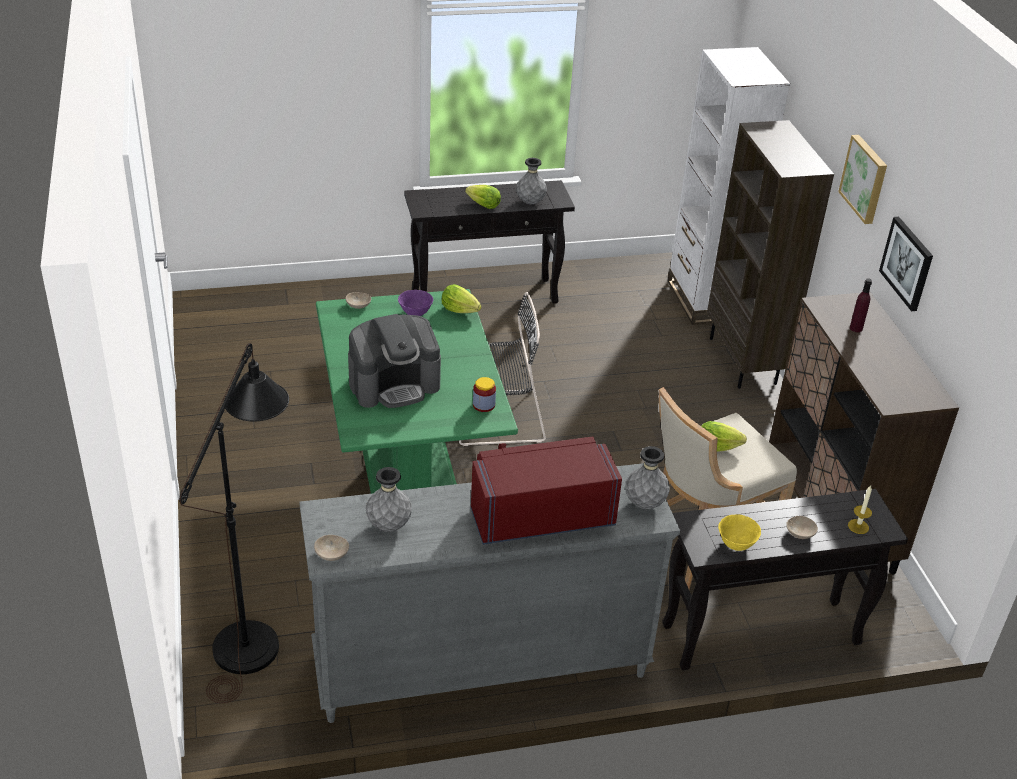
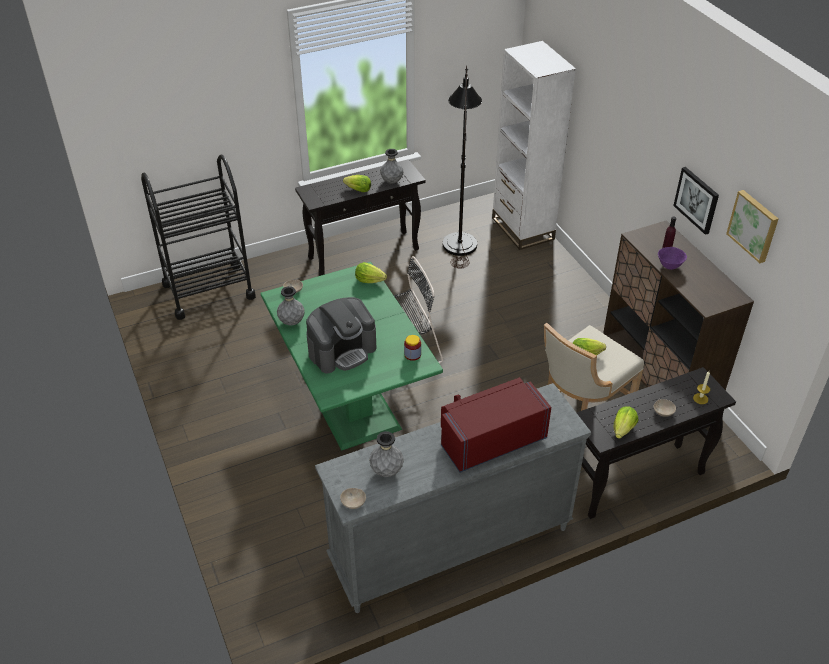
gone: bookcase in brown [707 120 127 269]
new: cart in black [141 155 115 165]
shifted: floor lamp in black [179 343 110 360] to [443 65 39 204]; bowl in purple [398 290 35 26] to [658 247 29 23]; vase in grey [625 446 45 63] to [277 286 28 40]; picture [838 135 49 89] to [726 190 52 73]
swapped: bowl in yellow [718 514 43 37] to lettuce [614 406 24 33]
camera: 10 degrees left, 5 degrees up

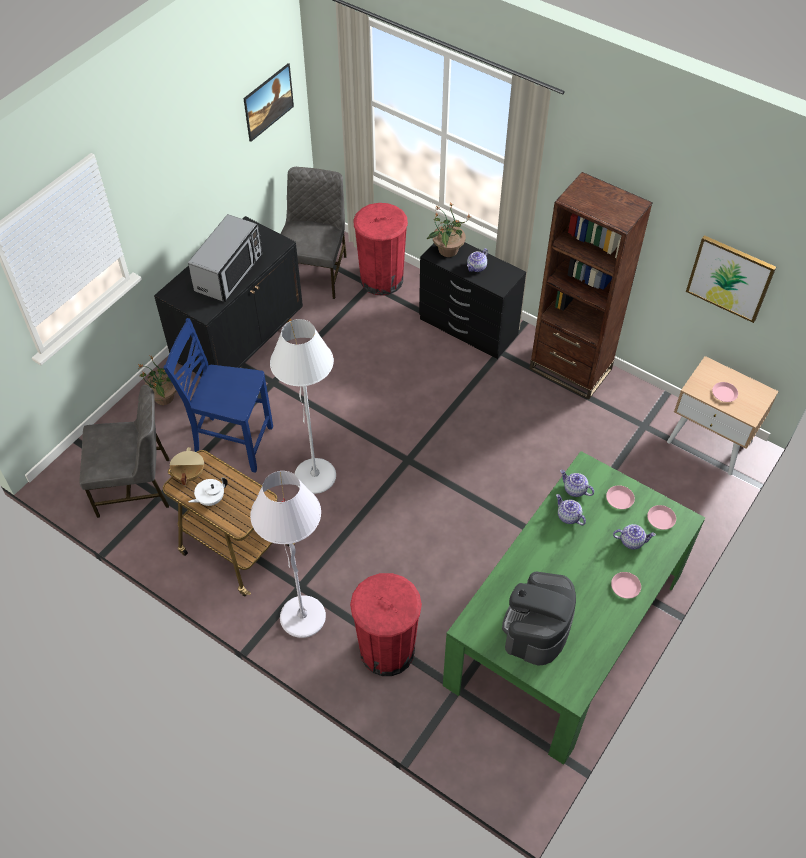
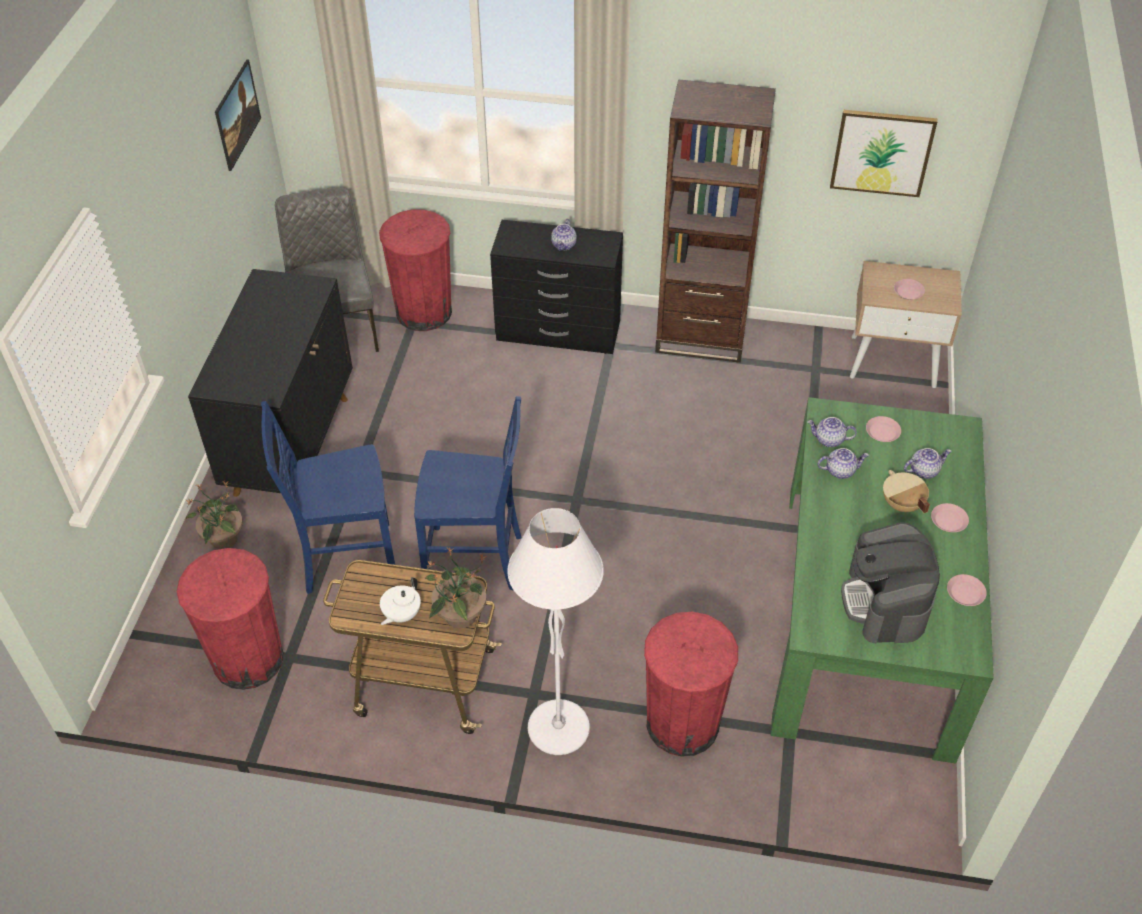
gone: microwave [188 214 75 88]
shifted: cooking pot in beige [170 447 34 38] to [883 470 47 43]; potted plant [427 203 44 54] to [425 547 62 81]; plate in pink [647 505 29 25] to [947 574 40 32]
swapped: chair in grey [80 384 89 134] to trash can in red [176 548 108 142]; floor lamp in white [270 319 66 175] to chair in blue [414 396 108 195]
rotated: teapot [556 494 30 31] = [818 448 51 31] 150 degrees clockwise
camera: 25 degrees left, 5 degrees down

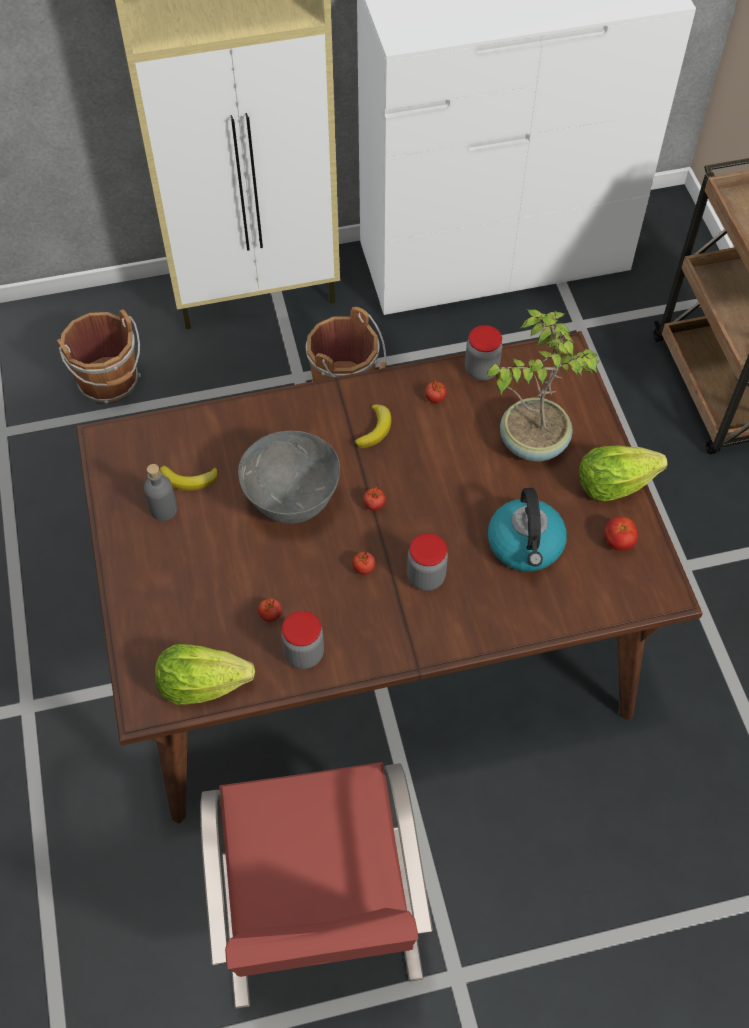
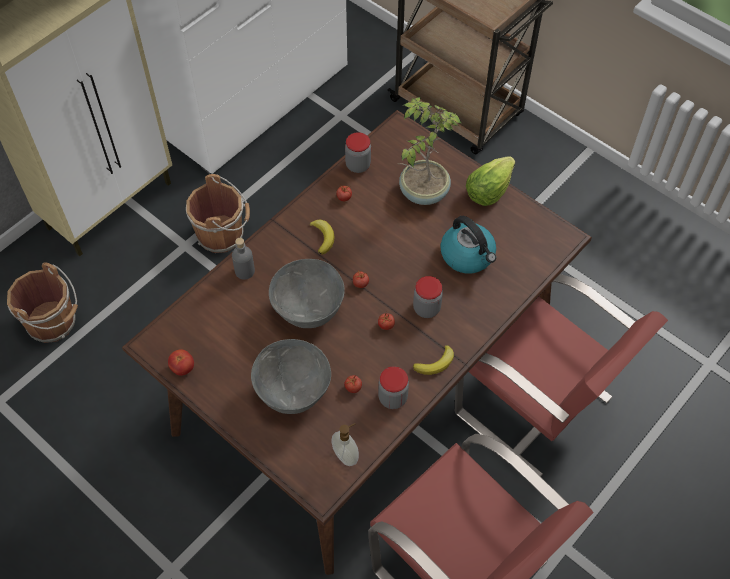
new: bowl in grey [251 339 80 75]; chair in red [455 274 213 203]
shifted: bottle in grey [144 464 33 57] to [232 238 23 42]; banana [160 465 58 25] to [413 345 41 30]; tomato [605 517 33 34] to [168 349 26 27]
swapped: lettuce [155 644 100 61] to soap dispenser [332 423 27 43]
camera: 35 degrees left, 0 degrees up

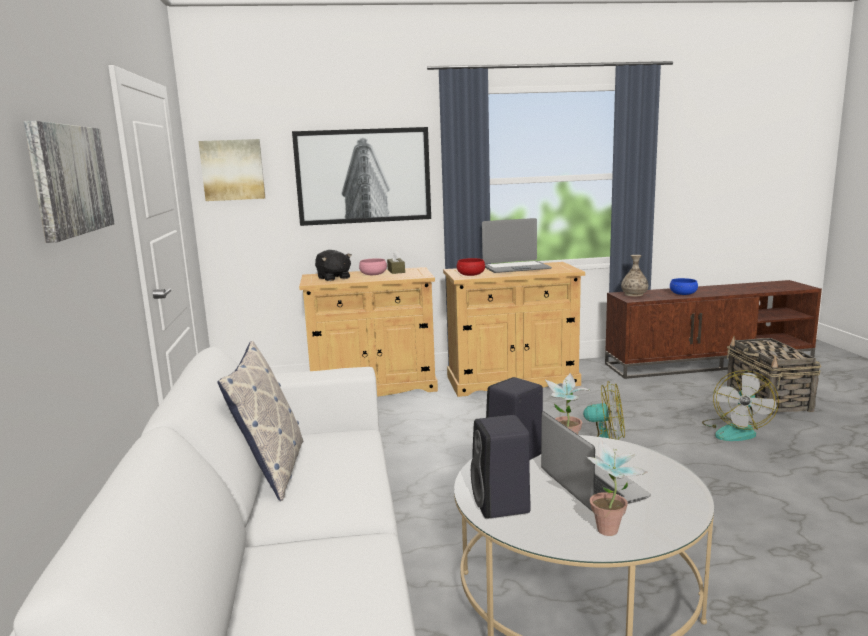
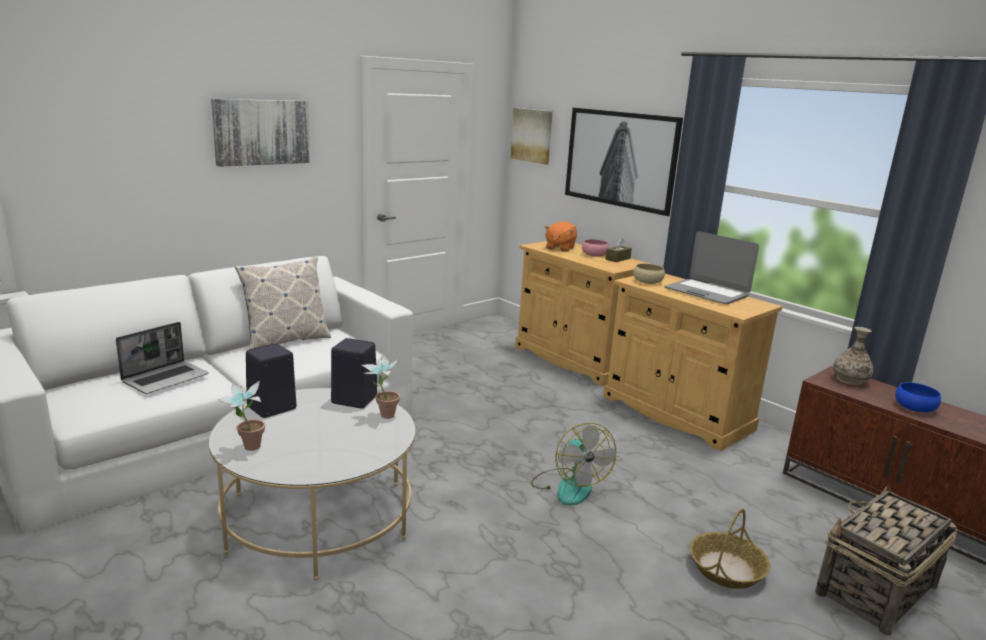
shifted: laptop [541 411 110 101] to [116 322 93 72]
swapped: fan [702 370 77 71] to basket [690 509 80 80]
repainted: plush toy in black [315 250 37 31] to plush toy in orange [545 221 32 31]; bowl in red [457 258 28 18] to bowl in beige [633 263 32 21]
camera: 55 degrees right, 5 degrees up

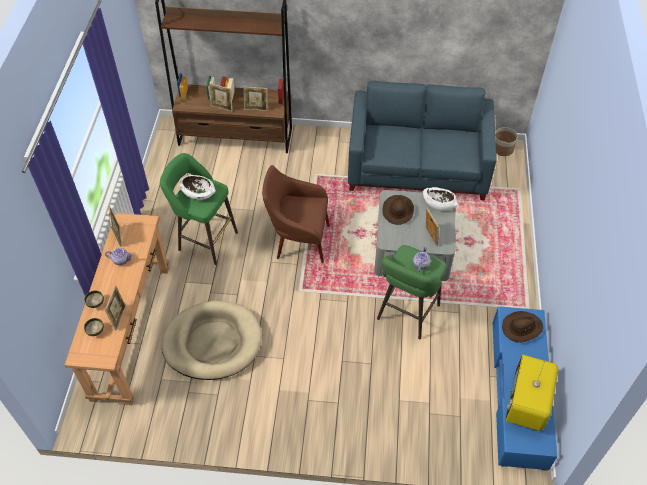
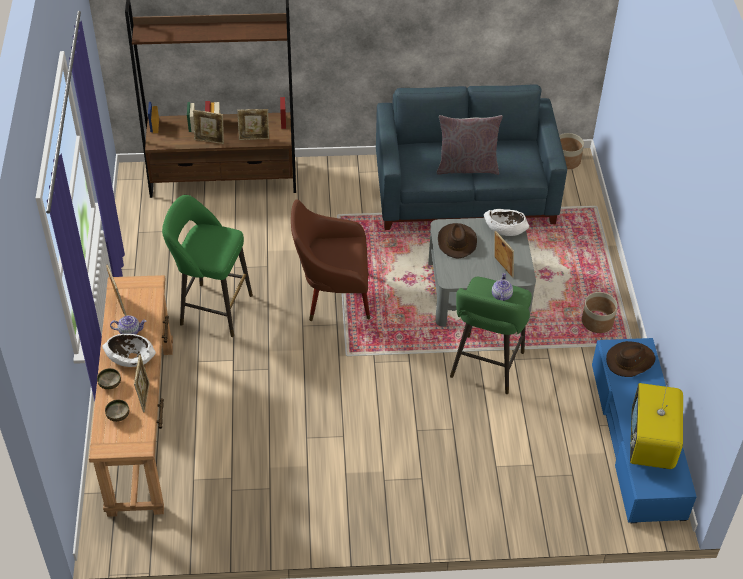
gone: dog bed in beige [162 301 100 79]
new: pillow in grey [437 115 66 60]; planter [582 292 36 41]
shifted: bowl in white [179 175 37 25] to [102 334 54 33]
camera: 10 degrees left, 5 degrees down

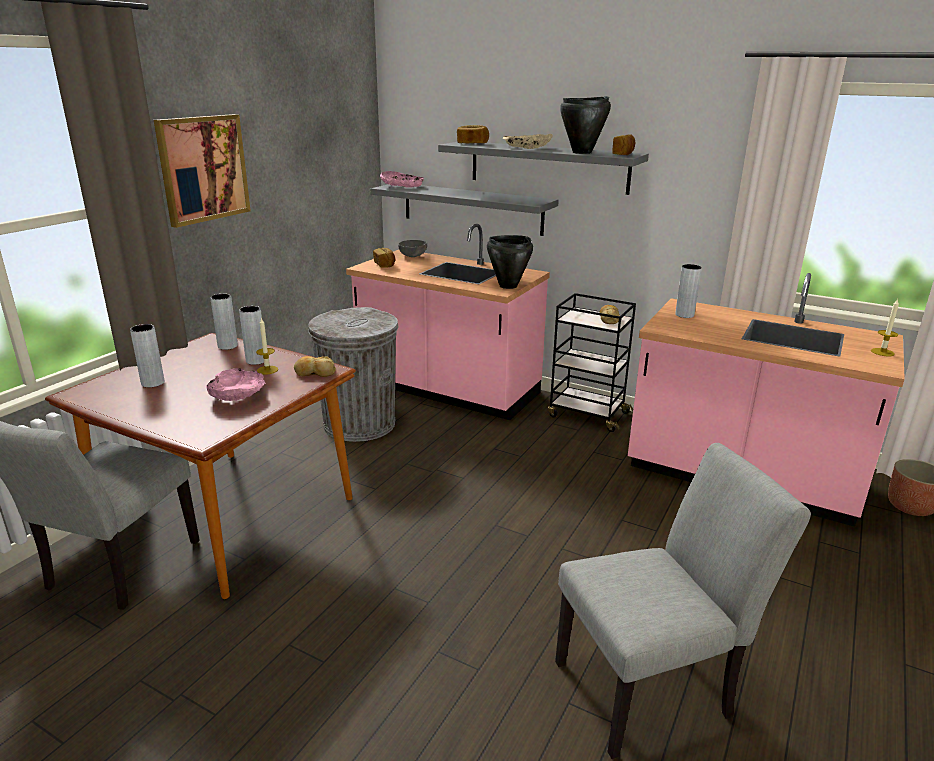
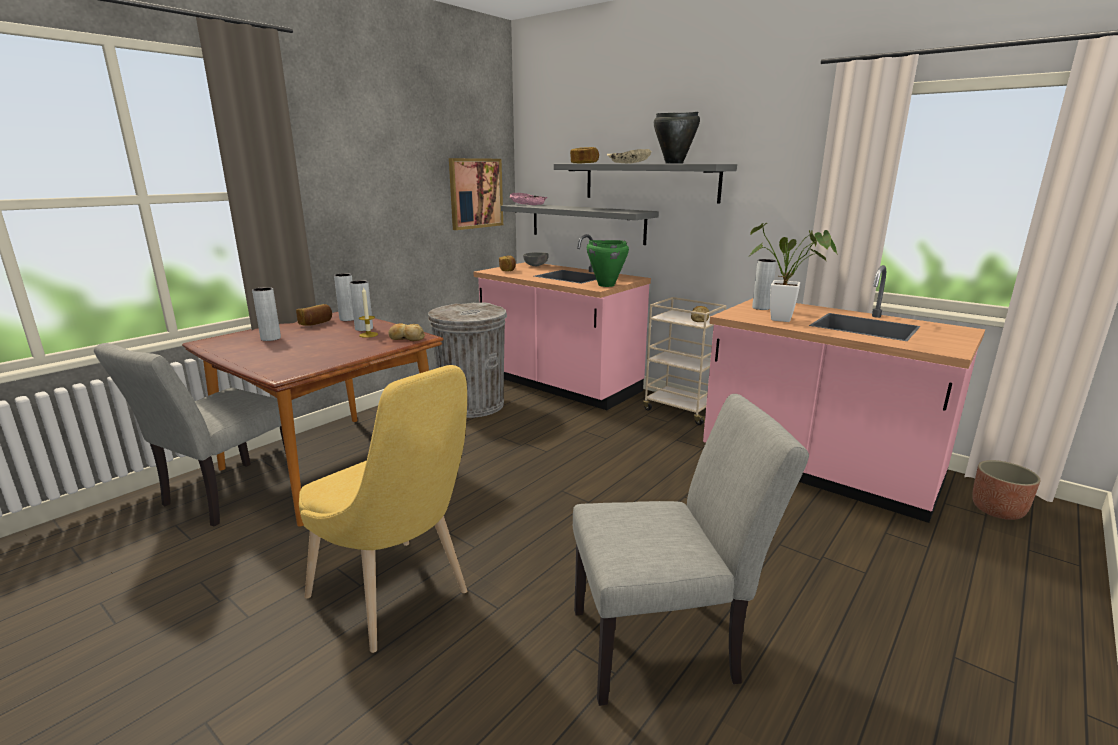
gone: bowl in pink [206 368 60 33]; candle [871 299 28 57]
new: chair in yellow [299 365 168 288]; potted plant [750 223 88 99]
shifted: picture [154 114 97 114] to [449 158 54 72]; bread [612 134 23 21] to [296 304 36 22]
repainted: cooking pot in black [487 235 46 54] to cooking pot in green [587 240 42 47]; cart in black [548 293 88 139] to cart in beige [643 297 84 128]
camera: 10 degrees right, 5 degrees down

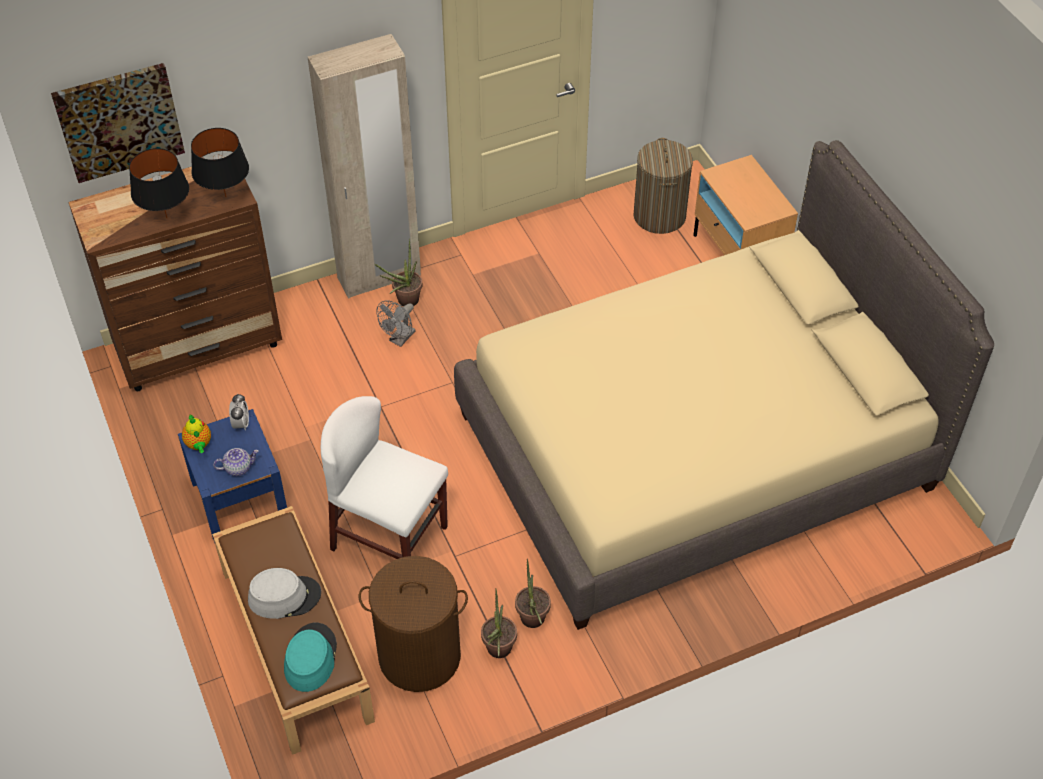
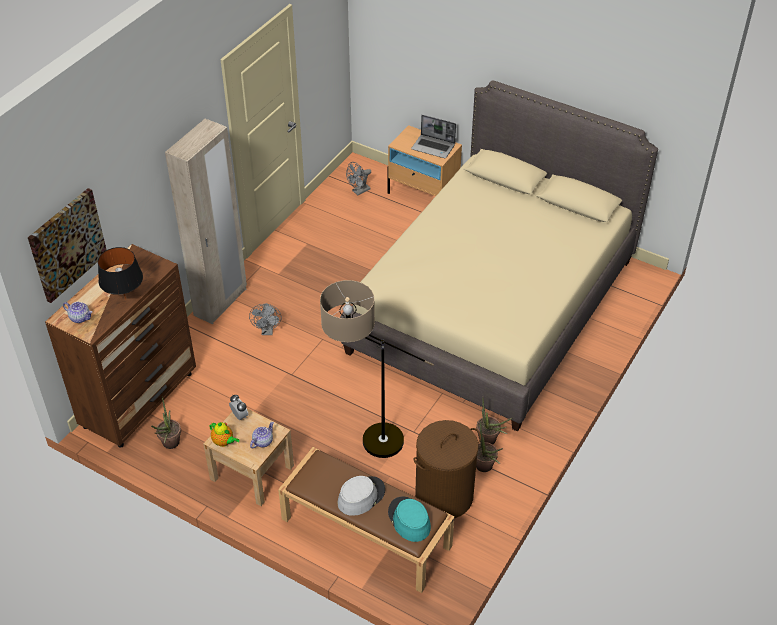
gone: table lamp in black [191 128 58 69]
new: teapot [63 302 29 21]; laptop [411 115 45 43]
shifted: potted plant [375 239 47 67] to [151 397 30 52]
swapped: chair in white [321 396 127 163] to floor lamp [320 280 114 178]; laundry basket [633 138 60 96] to fan in grey [346 162 25 33]
repainted: nightstand in blue [178 409 109 134] to nightstand in beige [203 408 91 98]
camera: 35 degrees left, 5 degrees down

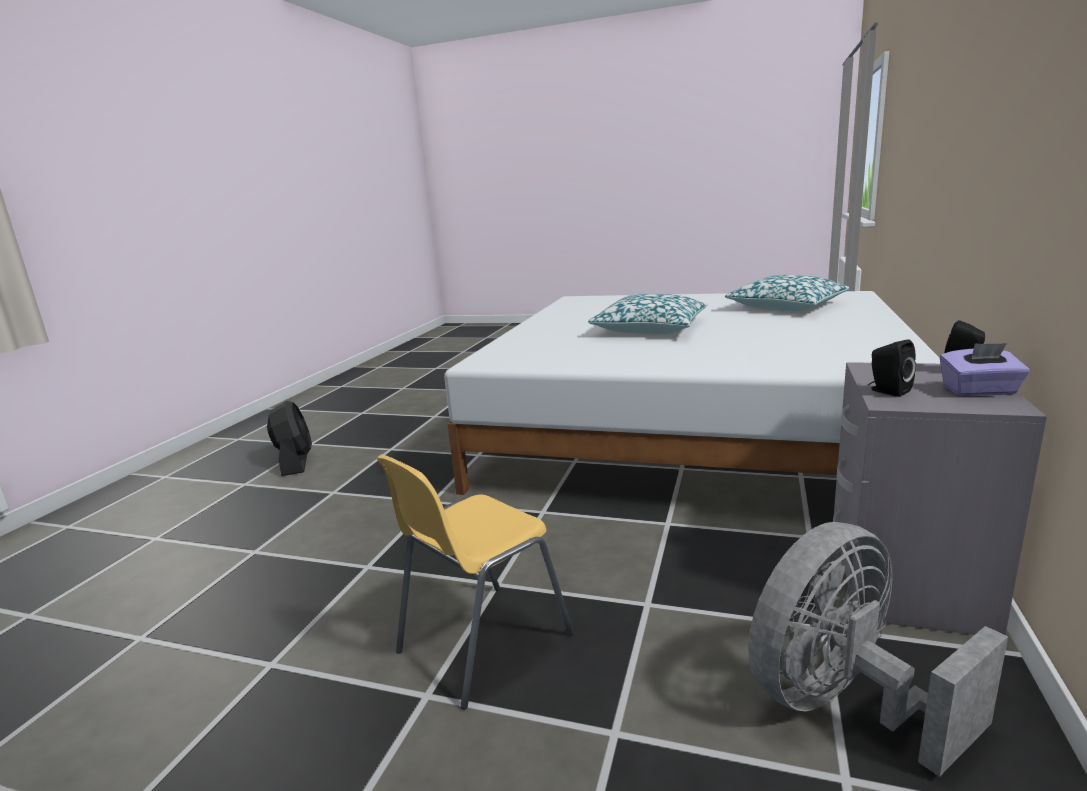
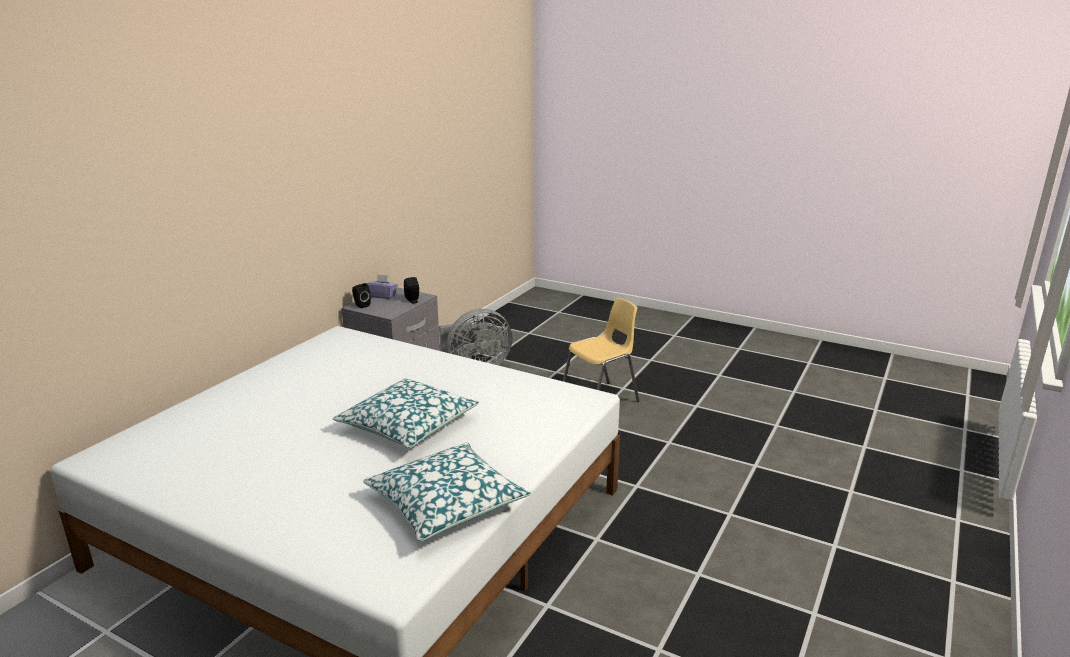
gone: fan in black [267 401 45 75]
shifted: pillow [725 275 125 36] to [363 442 168 100]
camera: 170 degrees left, 5 degrees up

